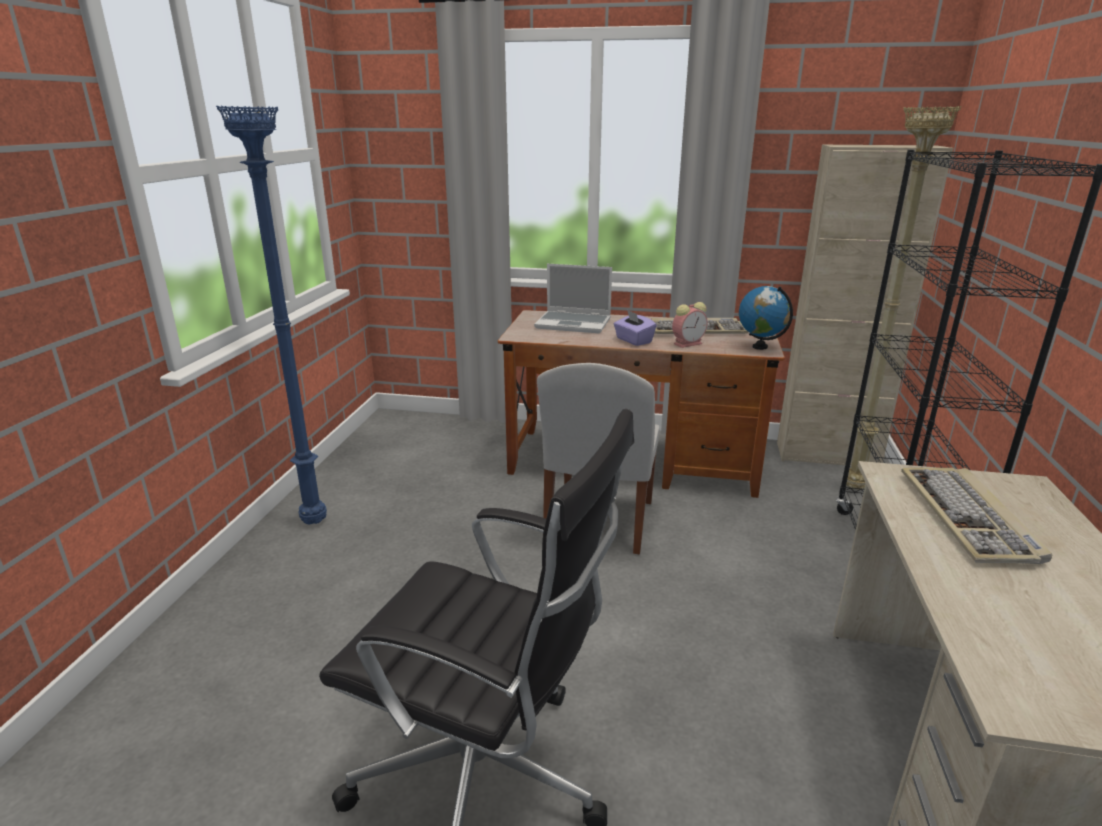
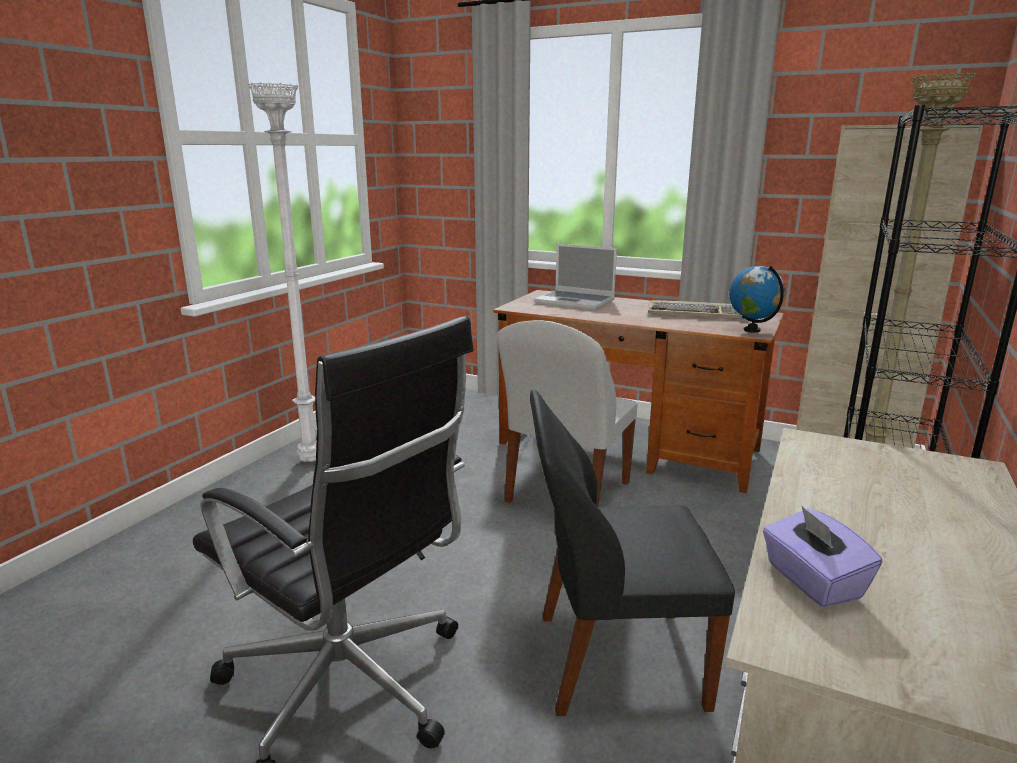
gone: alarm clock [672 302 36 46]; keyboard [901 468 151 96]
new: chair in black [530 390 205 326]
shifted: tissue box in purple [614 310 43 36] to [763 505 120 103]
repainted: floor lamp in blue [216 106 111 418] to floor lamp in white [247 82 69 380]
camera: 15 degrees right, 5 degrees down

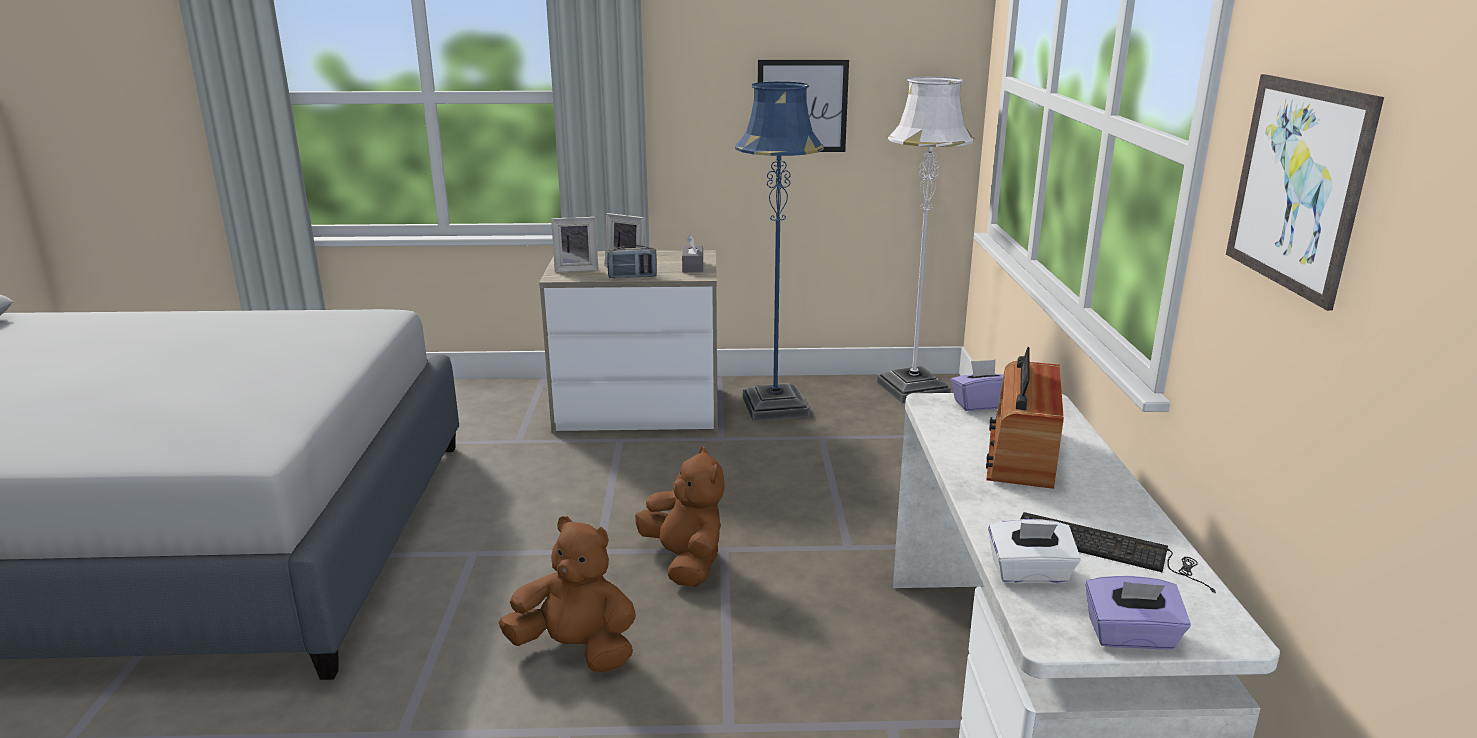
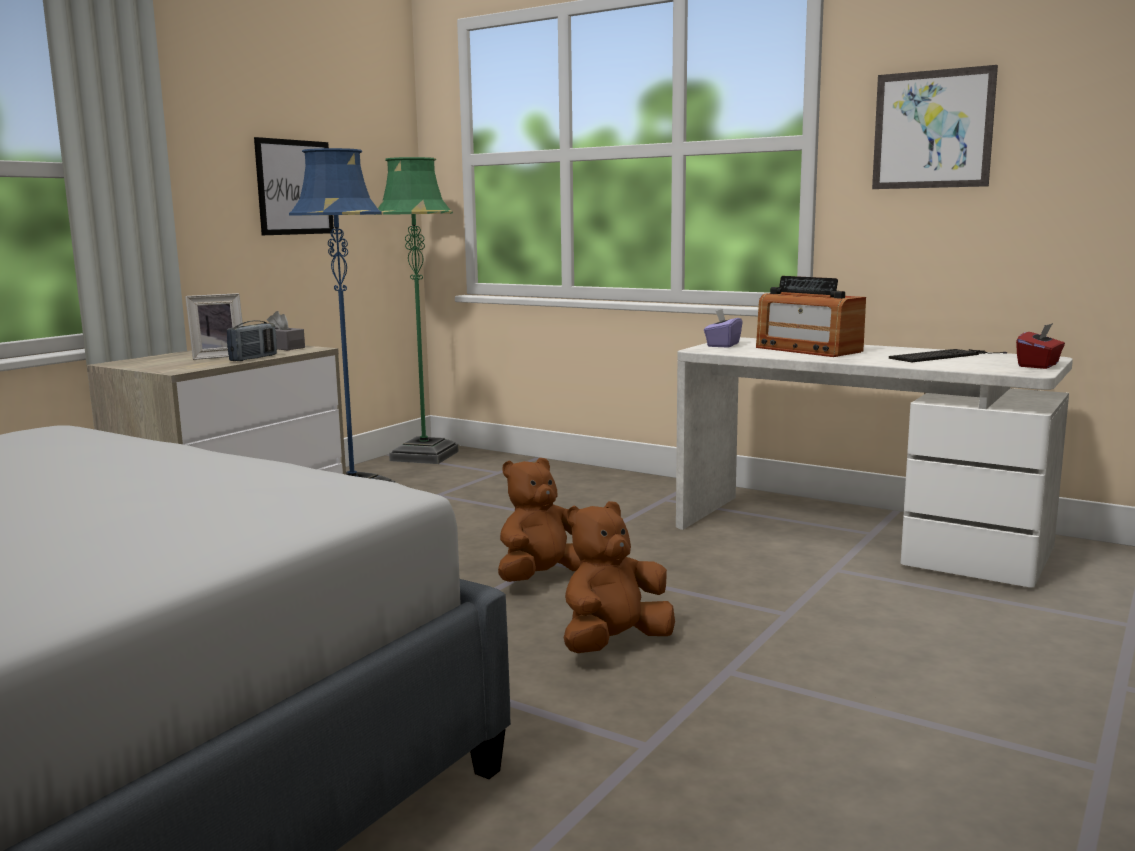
gone: picture frame [551 217 48 55]; tissue box in white [988 519 93 64]
repainted: floor lamp in white [877 76 97 327] to floor lamp in green [374 157 85 307]; tissue box in purple [1085 576 106 74] to tissue box in red [1016 323 49 46]
rotated: plush toy in brown [635 446 90 141] = [498 458 83 124] 45 degrees counterclockwise
camera: 55 degrees left, 10 degrees down

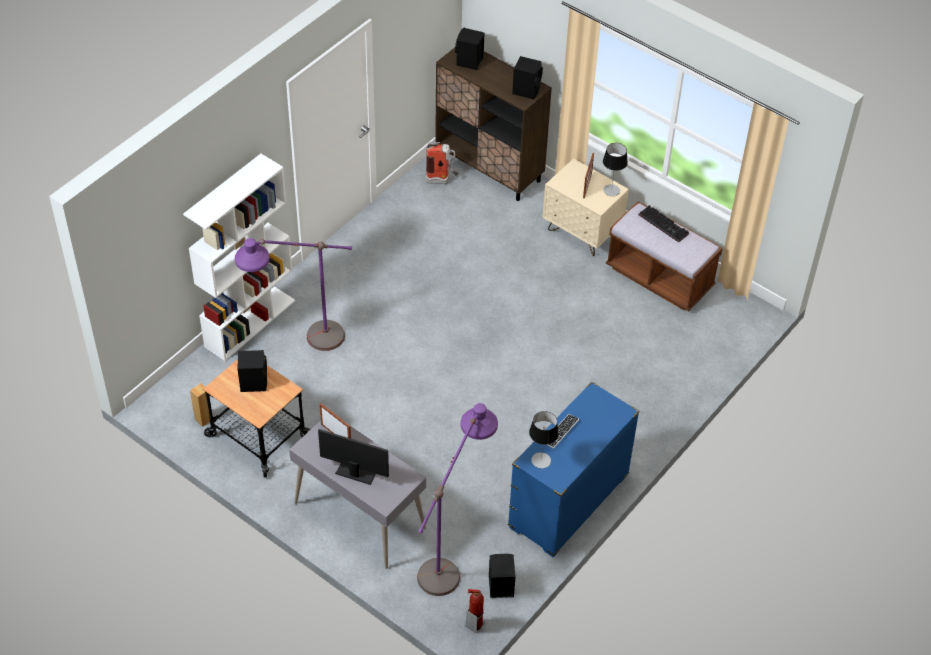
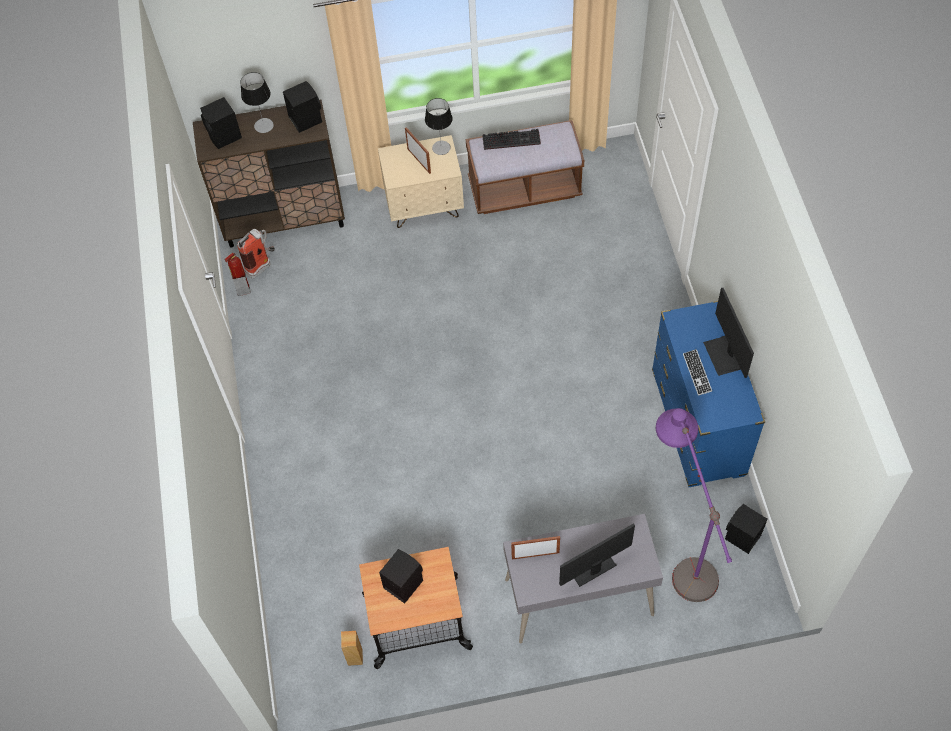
gone: bookcase in white [183 154 112 207]; floor lamp in purple [235 238 117 113]
new: monitor [703 288 51 90]
shifted: fire extinguisher [466 589 19 44] to [225 253 26 43]; table lamp [529 411 30 57] to [240 72 34 61]
camera: 45 degrees left, 10 degrees up

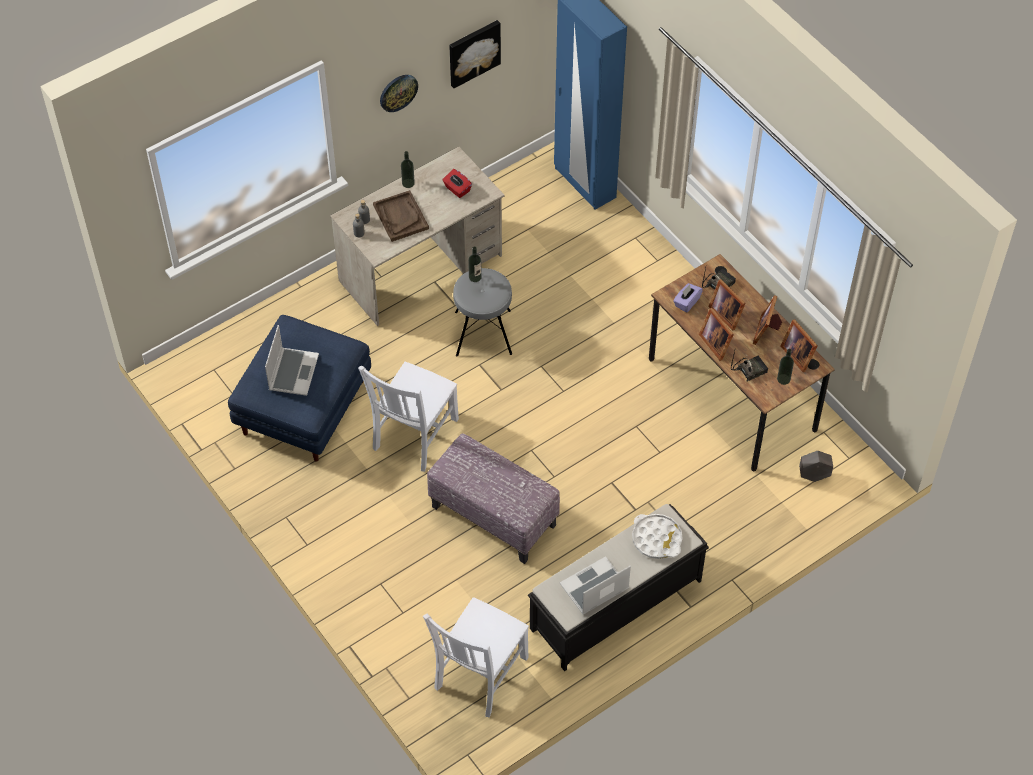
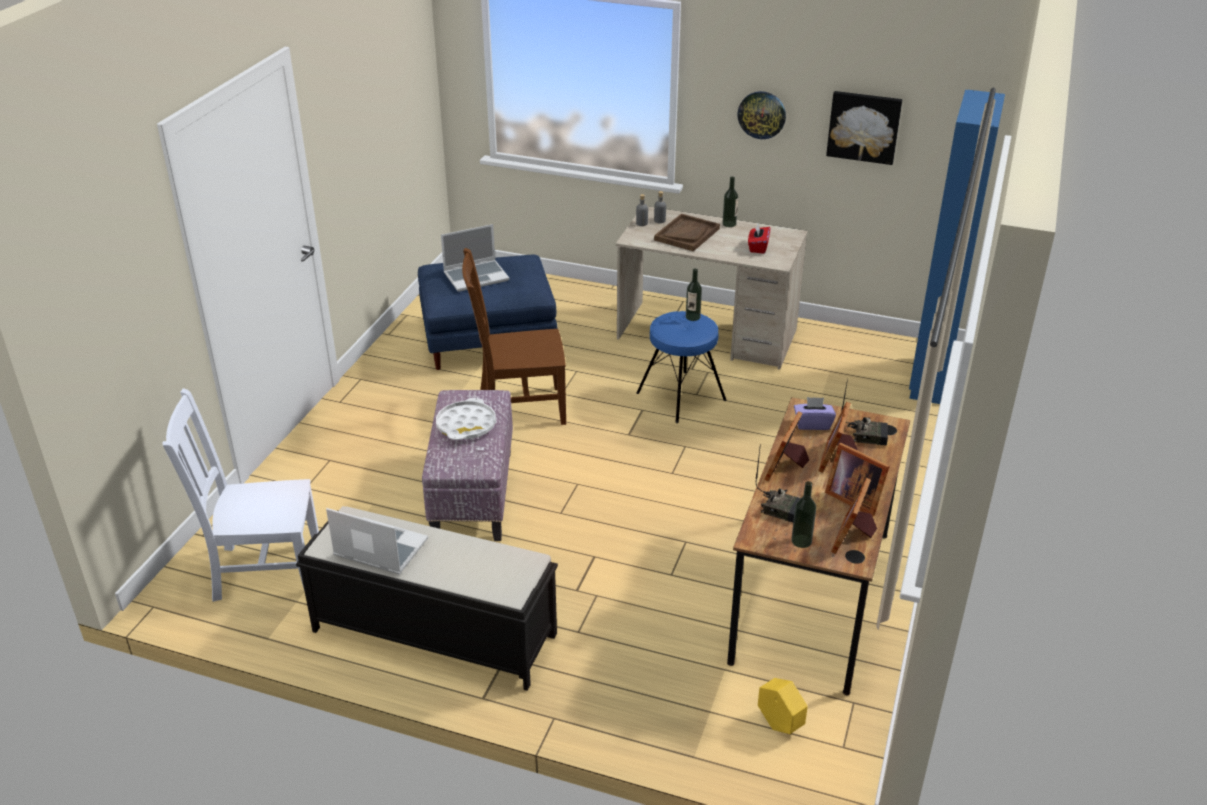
shifted: tray in white [632 514 51 45] to [436 398 60 42]
repainted: chair in white [358 362 101 110] to chair in brown [462 248 104 177]; stool in grey [453 268 59 88] to stool in blue [636 311 91 112]; planter in grey [799 451 34 31] to planter in yellow [758 678 50 56]
rotated: picture frame [753 295 29 50] = [825 443 65 74] 120 degrees counterclockwise
camera: 55 degrees right, 20 degrees down

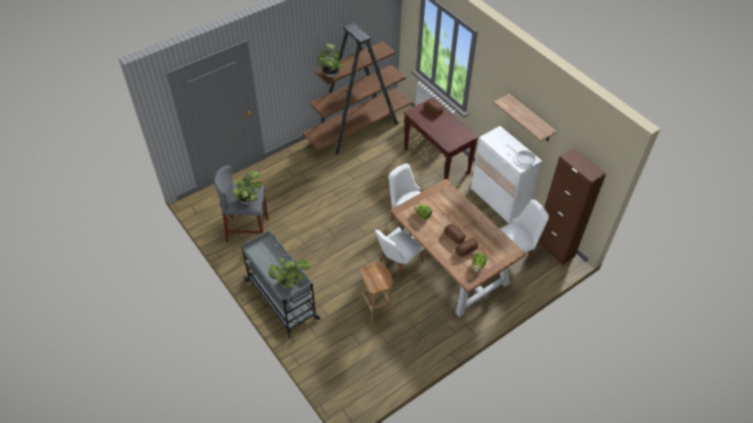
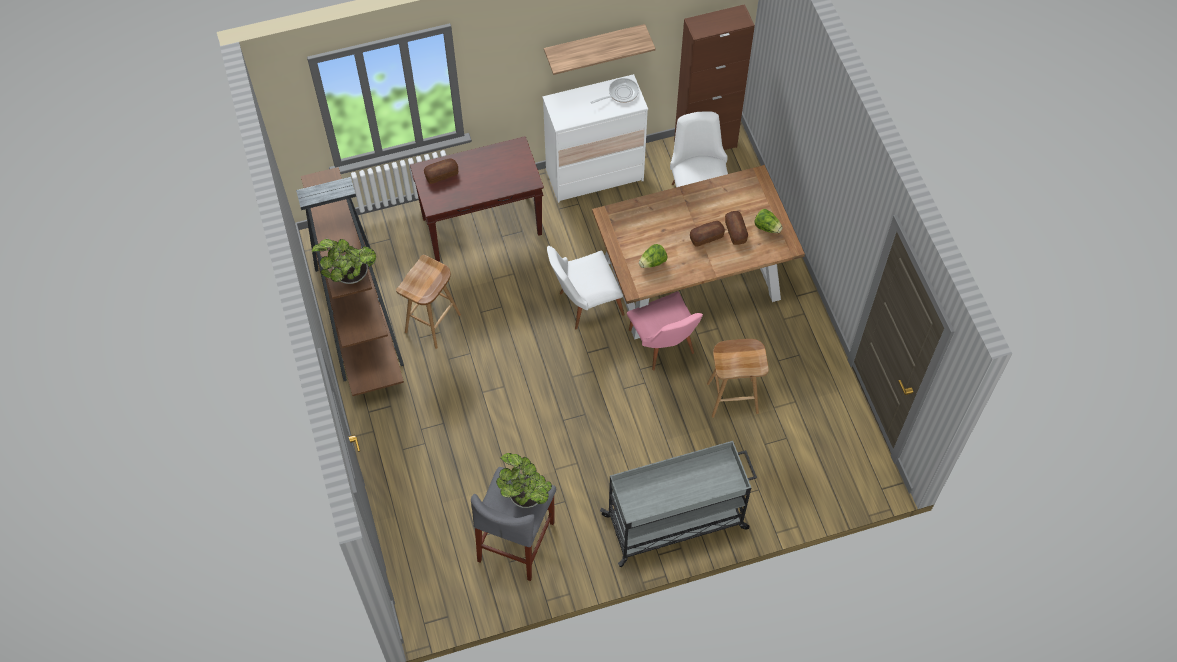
gone: potted plant [269 258 41 31]
new: stool in brown [396 255 65 94]
repainted: chair in white [375 227 50 54] to chair in pink [627 291 76 79]
camera: 70 degrees left, 10 degrees up

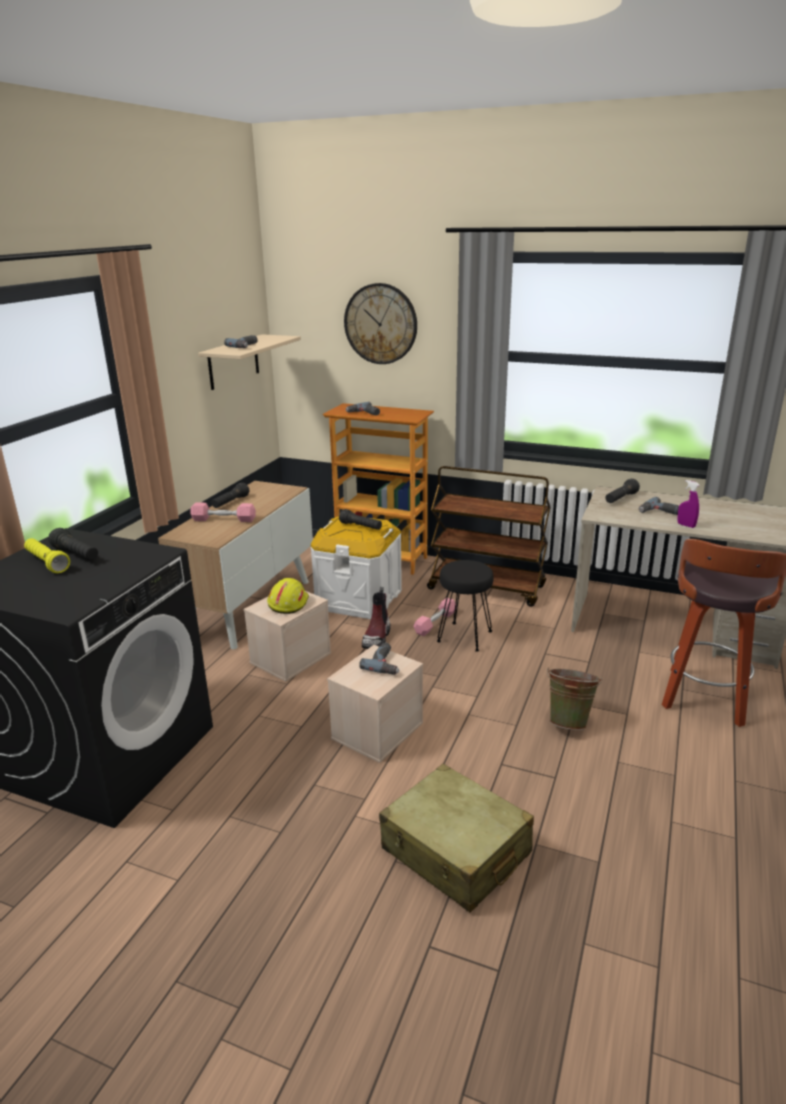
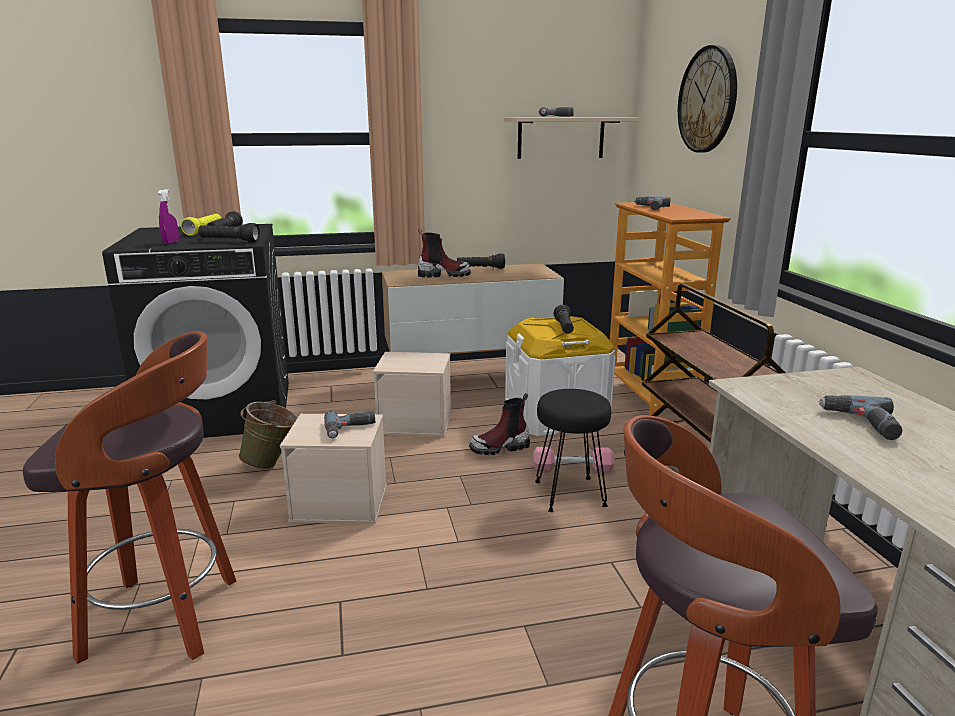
gone: hard hat in yellow [267 578 42 36]
shifted: bucket in green [547 667 56 63] to [238 400 60 70]; flashlight in black [605 479 35 24] to [198 223 62 19]; spray bottle in purple [677 480 23 48] to [158 189 21 55]
swapped: dumbbell in pink [190 503 66 19] to boot [418 229 53 49]; suitcase in beige [379 764 155 148] to stool [23 331 213 333]
camera: 55 degrees right, 5 degrees down

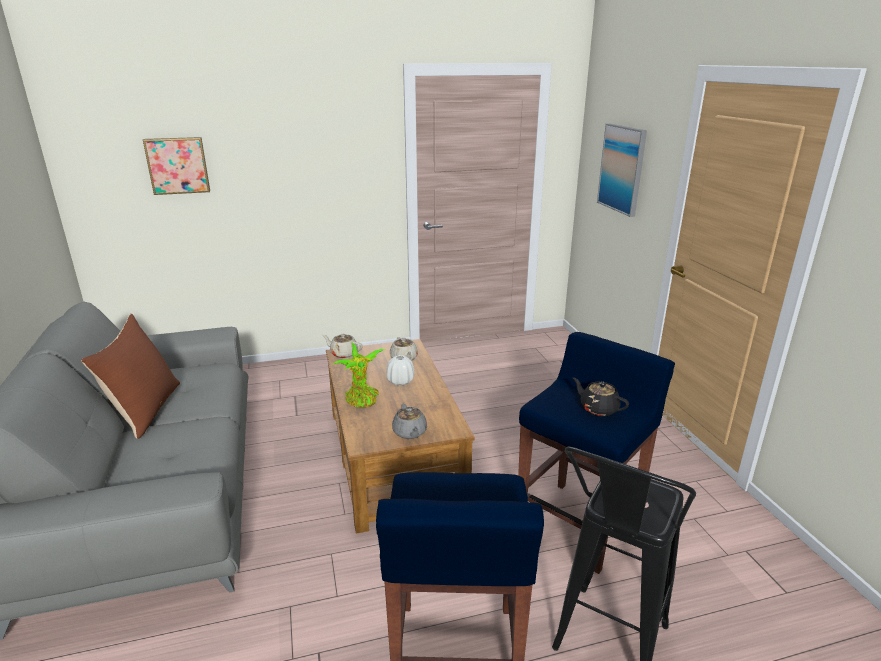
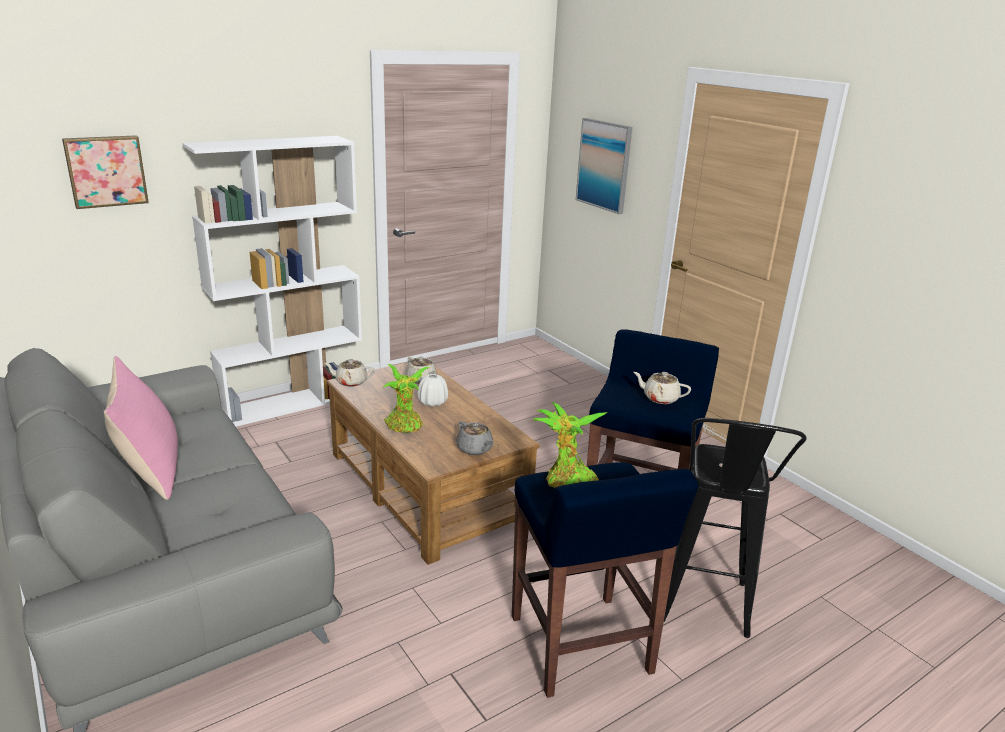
new: bookcase in white [182 136 180 291]; potted plant [533 402 75 87]
repainted: pillow in brown [81 314 99 125] to pillow in pink [104 356 74 144]; teapot in black [573 377 56 39] to teapot in beige [634 372 57 32]
camera: 20 degrees left, 0 degrees up

